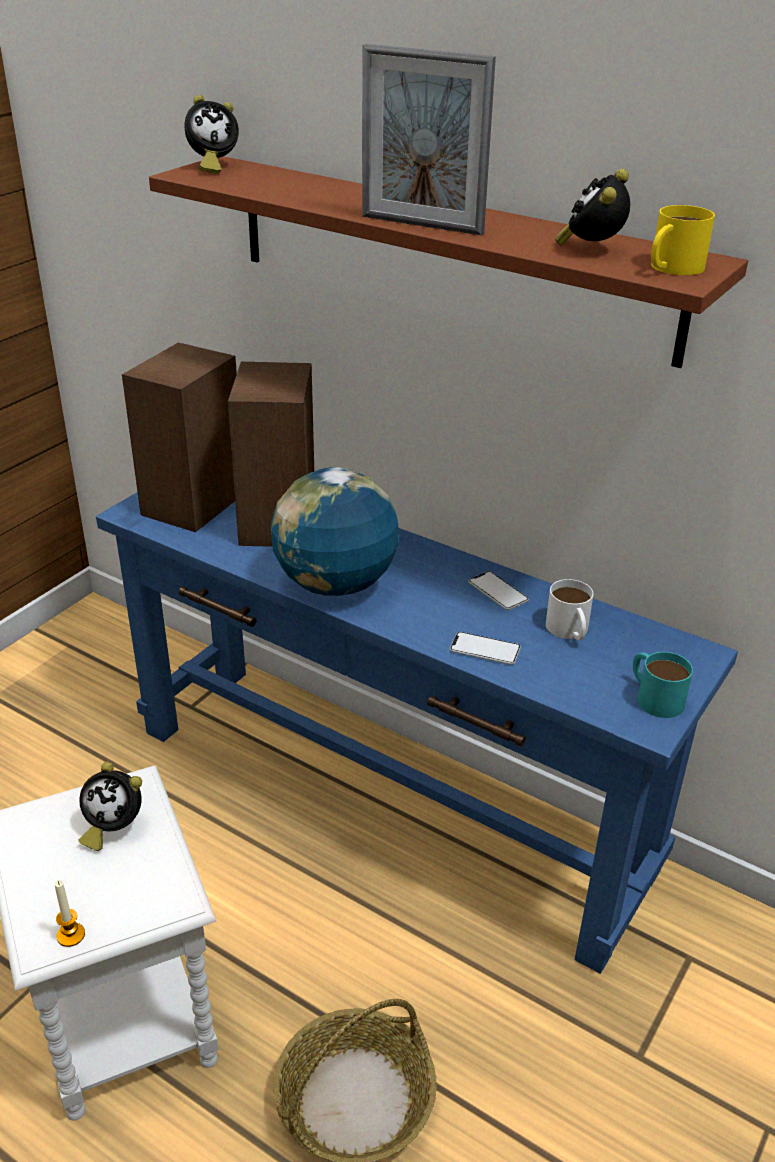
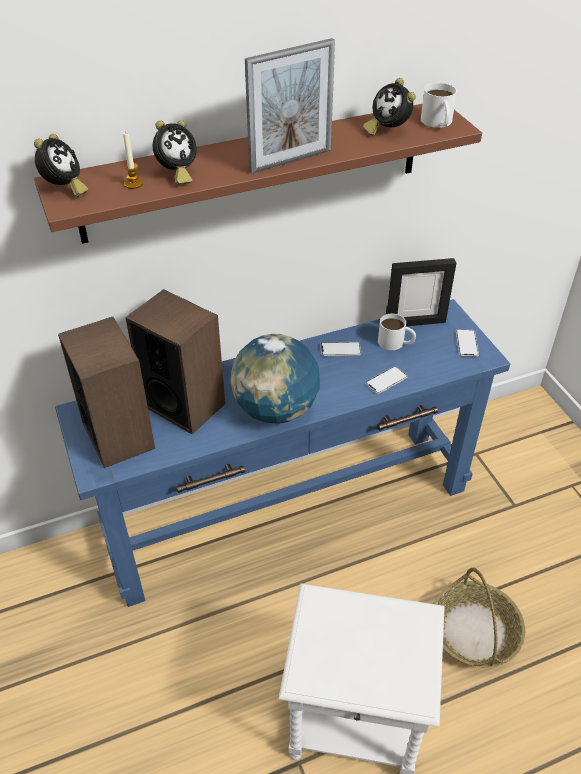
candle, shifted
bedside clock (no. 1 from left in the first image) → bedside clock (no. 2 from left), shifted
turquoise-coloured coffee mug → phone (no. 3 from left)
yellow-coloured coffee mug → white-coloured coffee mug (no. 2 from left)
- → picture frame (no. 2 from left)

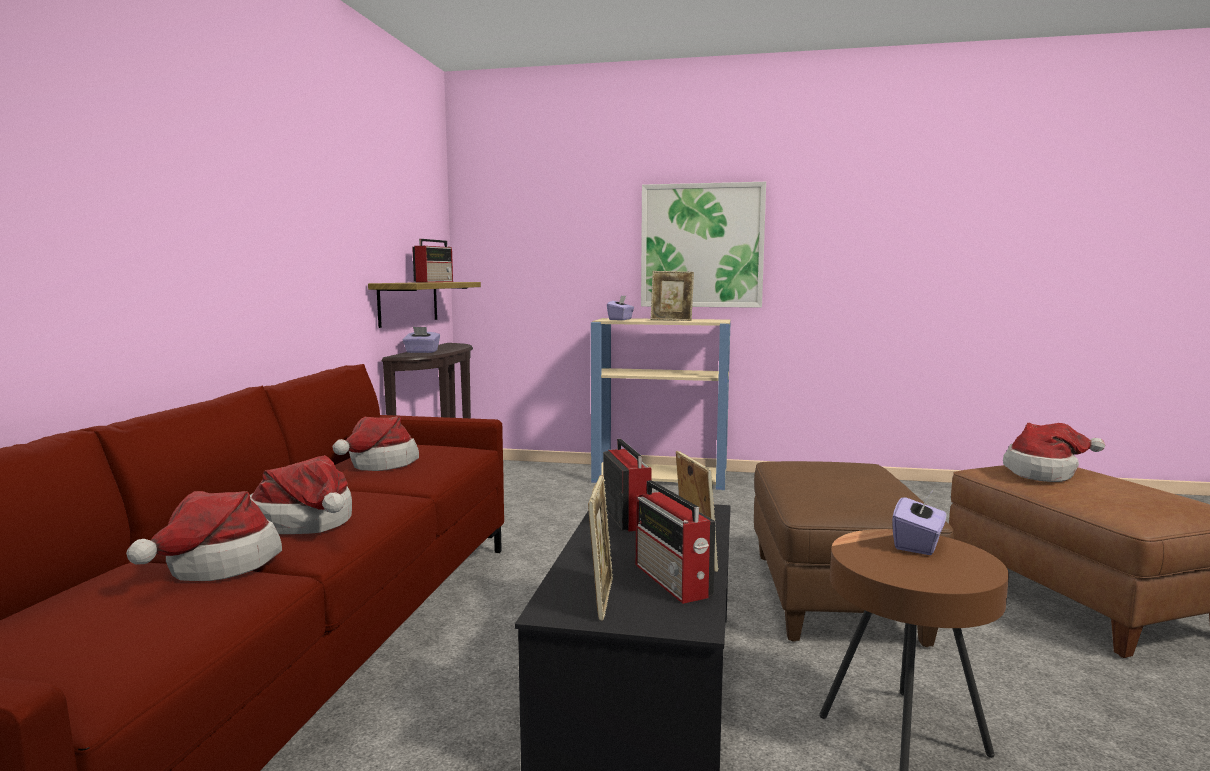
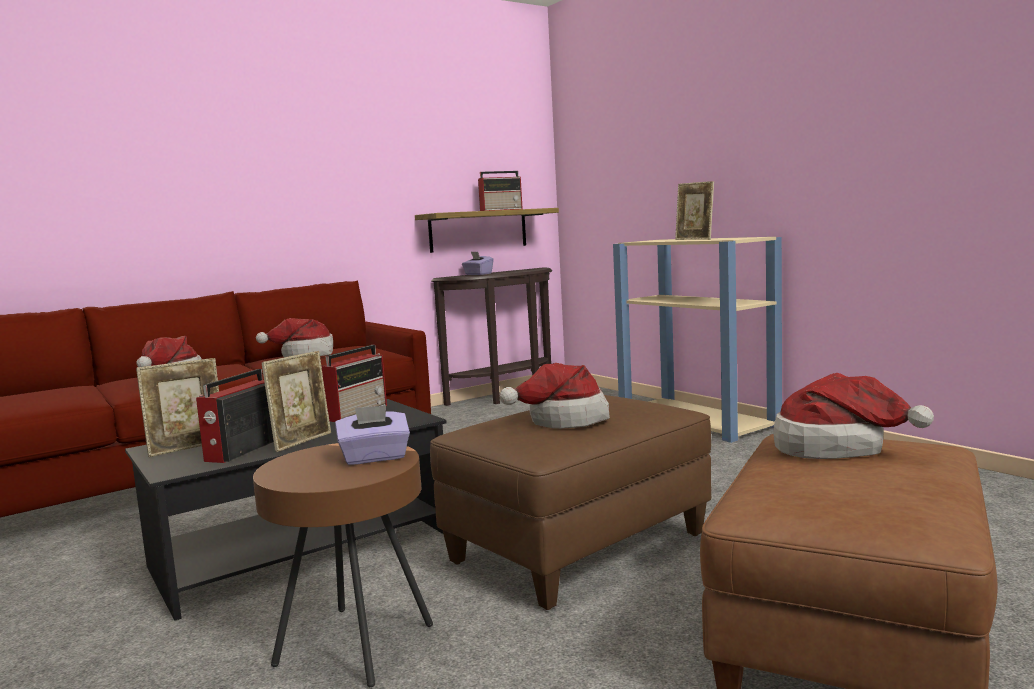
hat (no. 1 from left in the first image) → hat (no. 3 from left), shifted
purple-coloured box of tissues (no. 2 from left) → -
picture → -

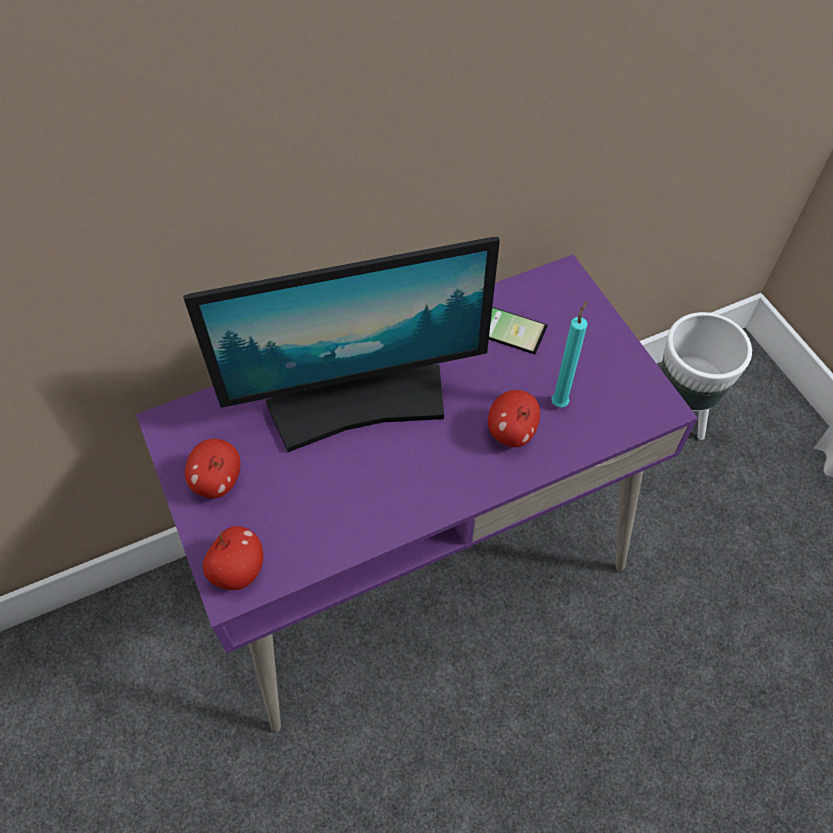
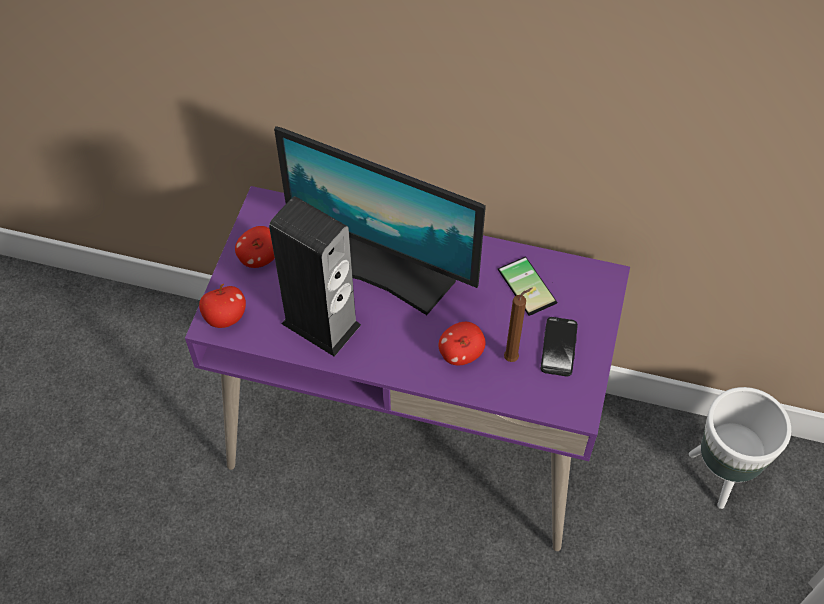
turquoise-coloured candle → brown candle
- → loudspeaker
- → phone (no. 2 from left)

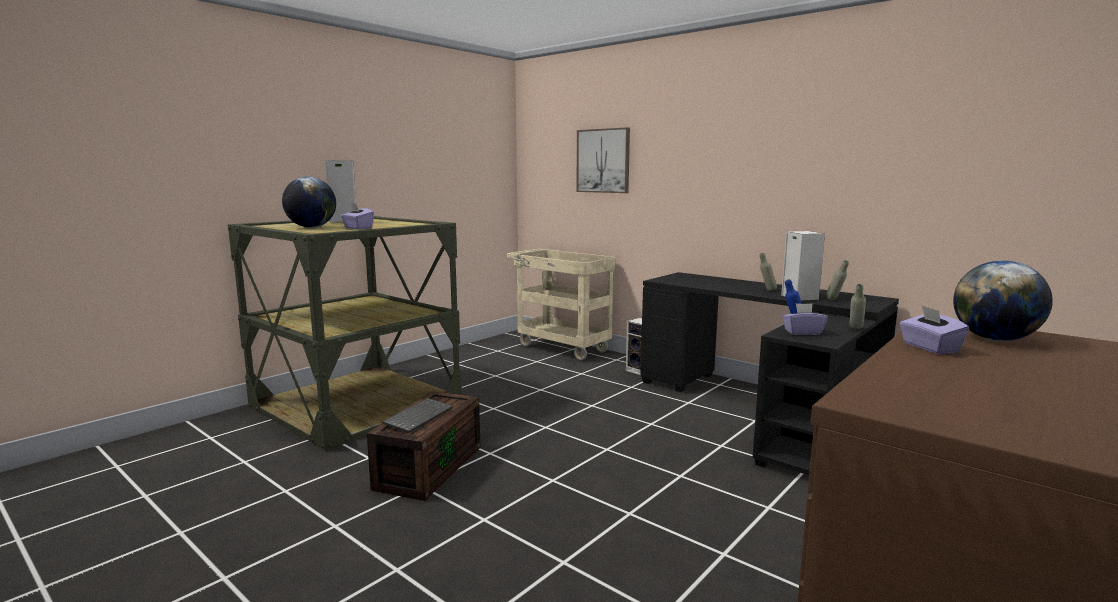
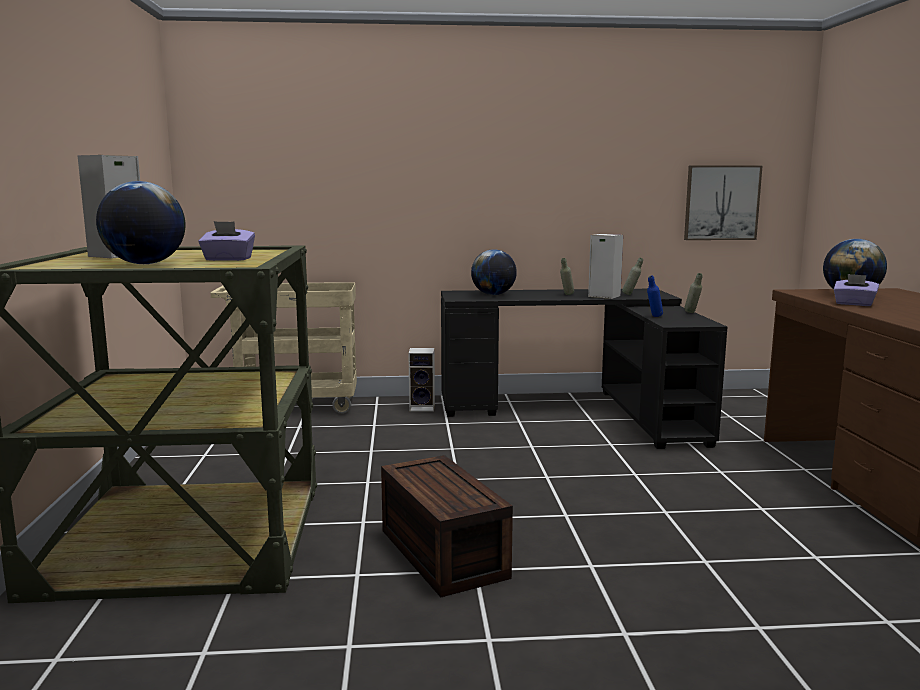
PC keyboard → -
picture, shifted
purple-coloured box of tissues (no. 2 from left) → -
- → desk globe (no. 2 from left)

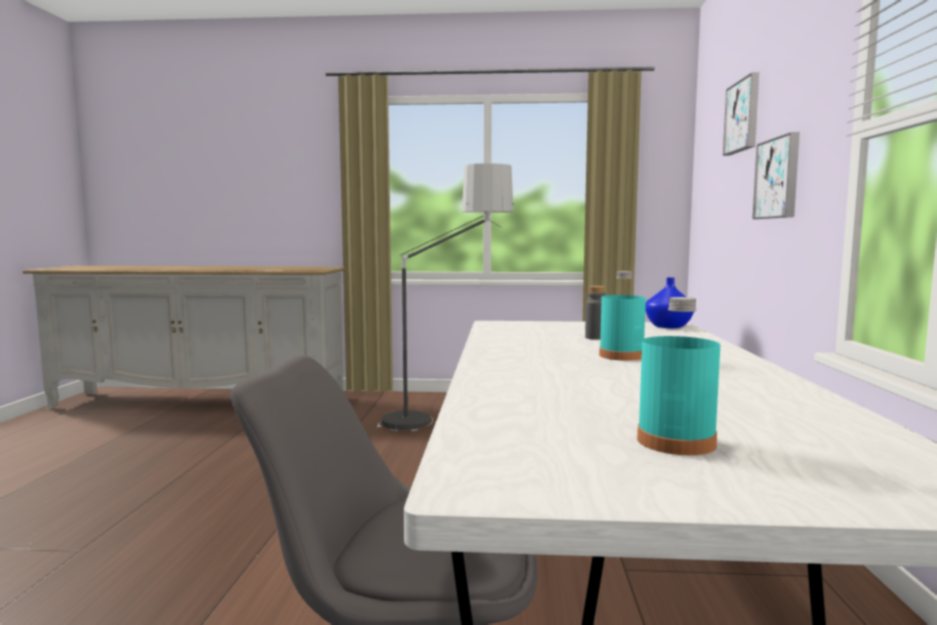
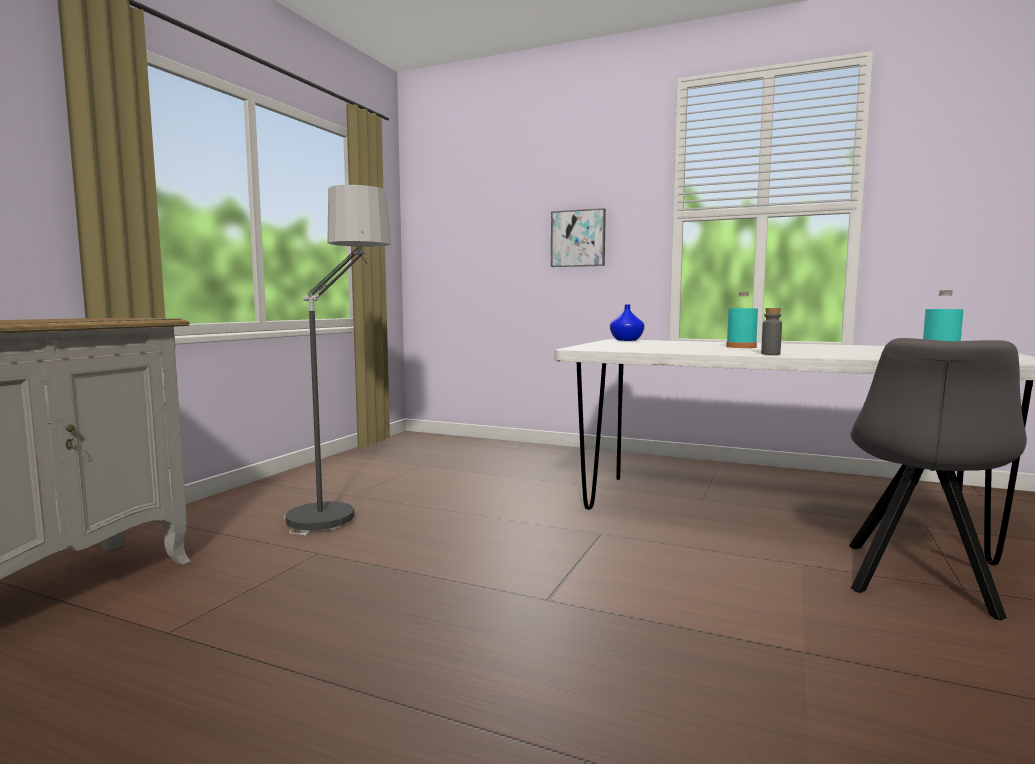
gray drink bottle, shifted
picture (no. 1 from left) → -

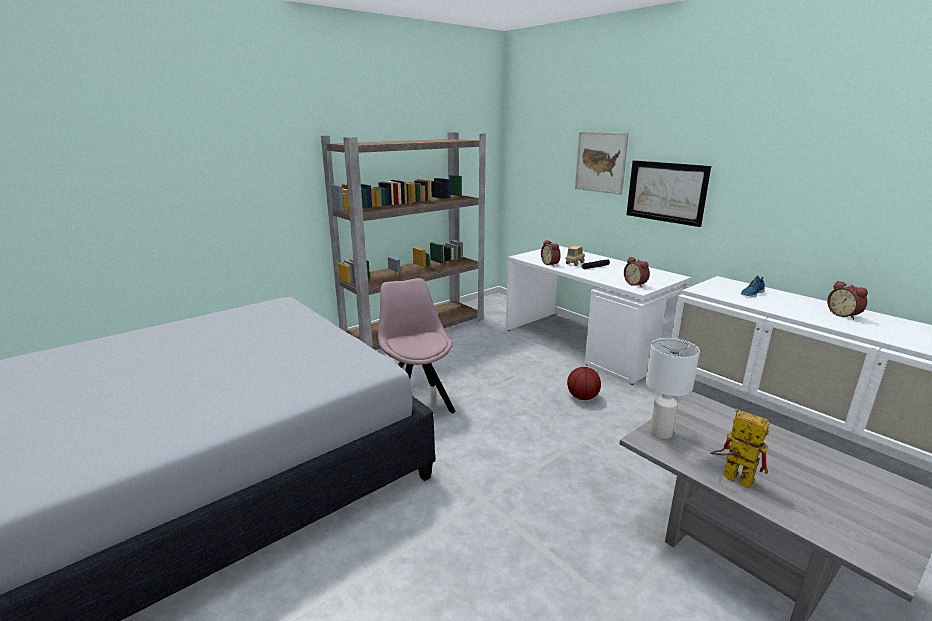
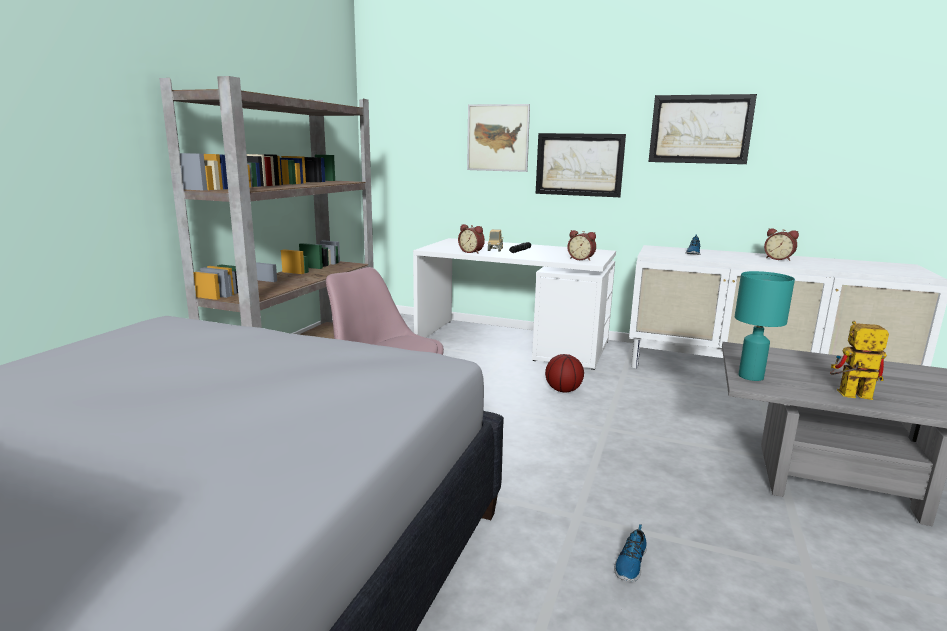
white-coloured lamp for a table → turquoise-coloured lamp for a table
- → item of footwear (no. 1 from left)
- → picture (no. 3 from left)

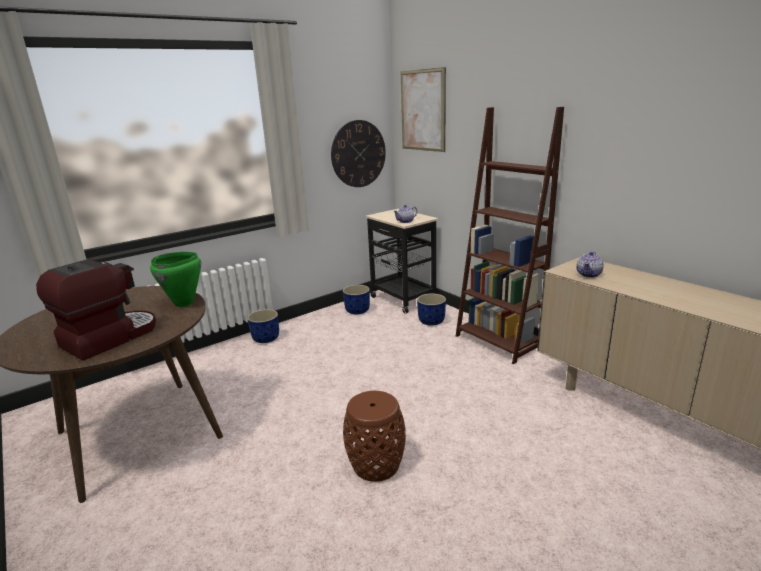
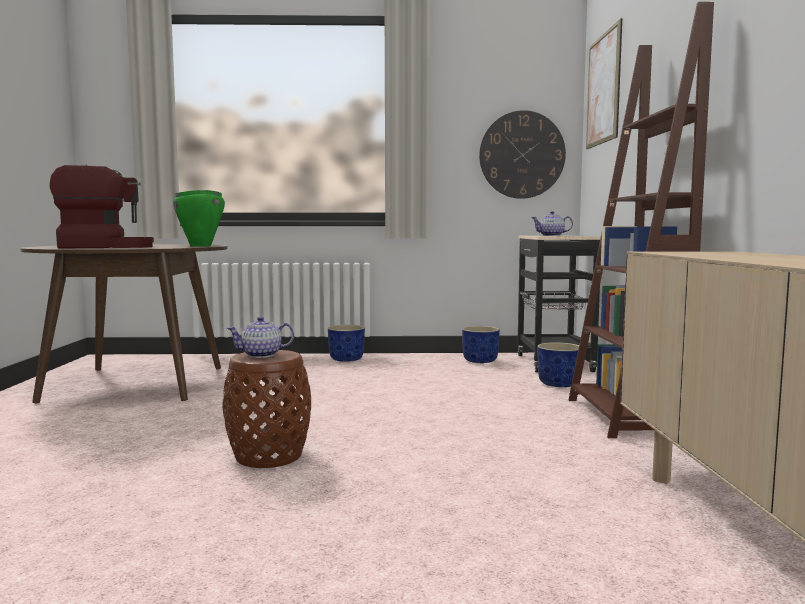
tea pot (no. 2 from left in the first image) → tea pot (no. 1 from left), shifted

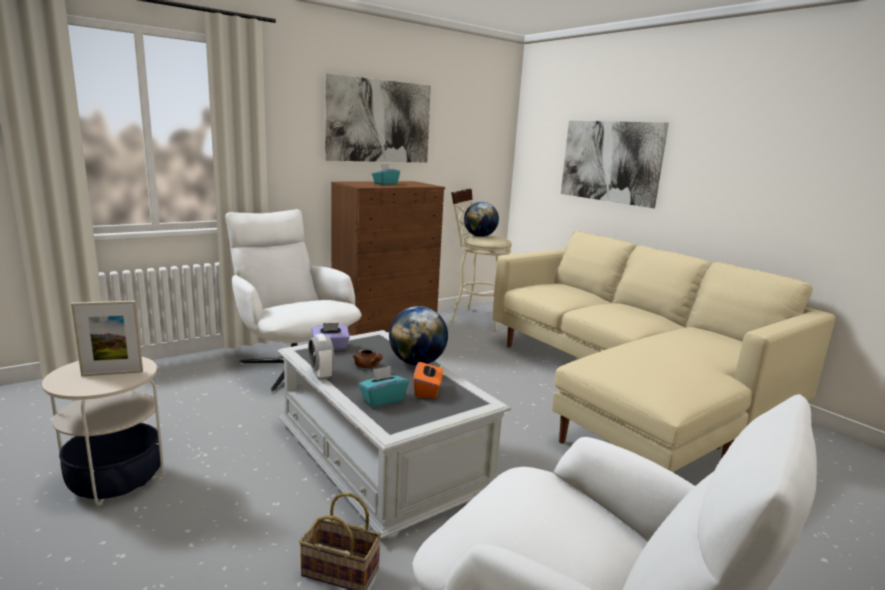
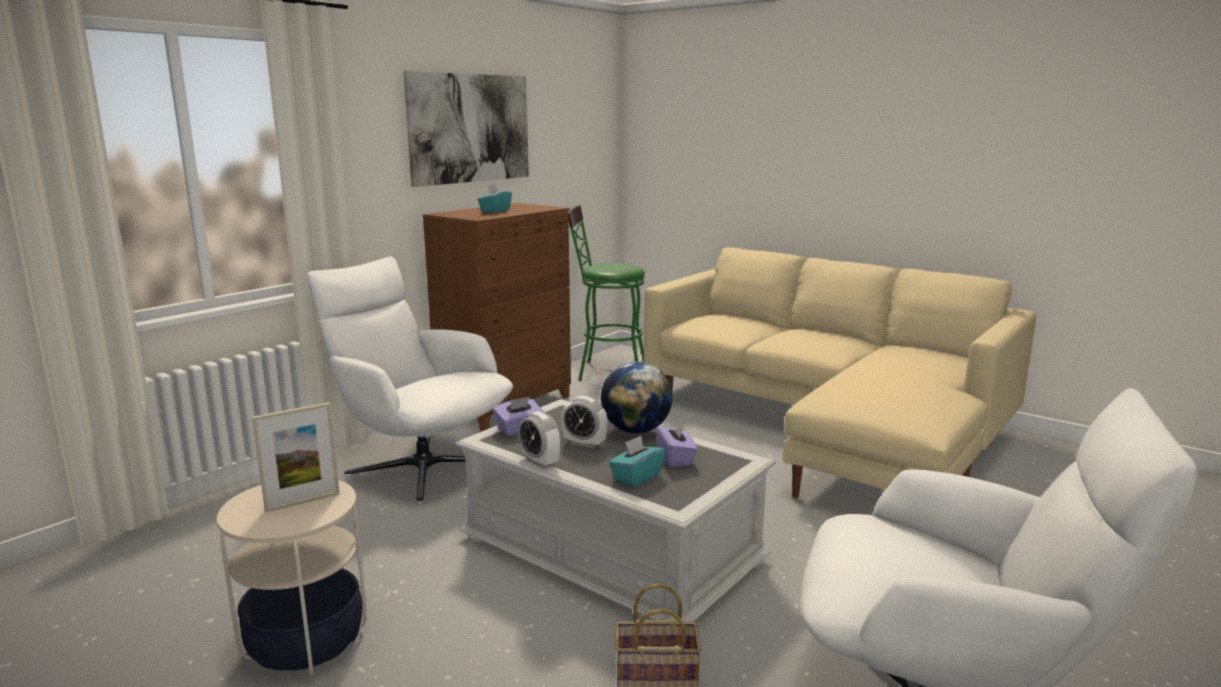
brown tea pot → bedside clock (no. 2 from left)
orangey box of tissues → purple-coloured box of tissues (no. 2 from left)
sand-coloured stool → green-coloured stool
desk globe (no. 2 from left) → -
picture (no. 2 from left) → -

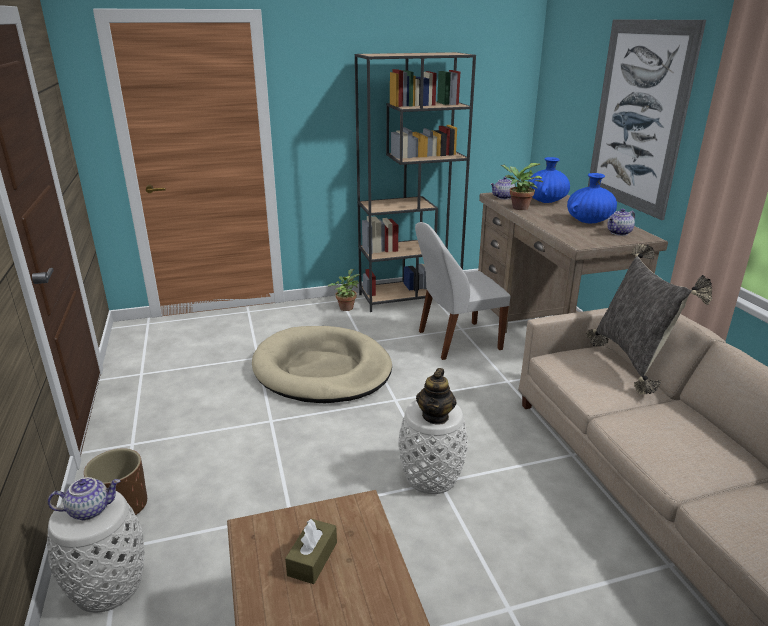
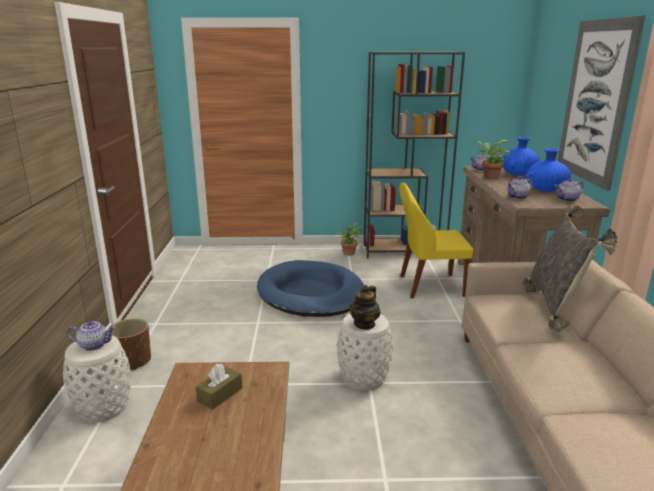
sand-coloured dog cushion → bluish dog cushion
white-coloured plain chair → yellow-coloured plain chair
- → tea pot (no. 4 from left)

